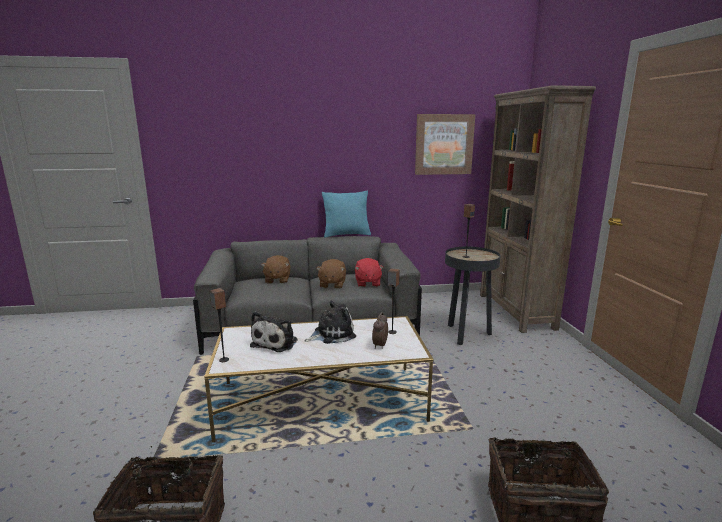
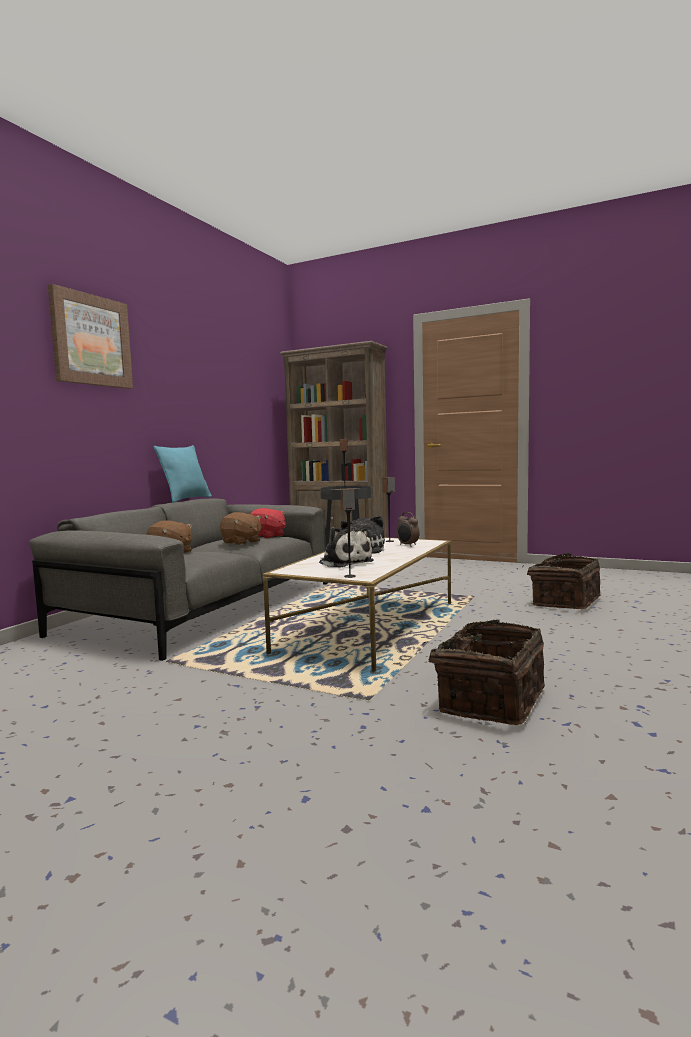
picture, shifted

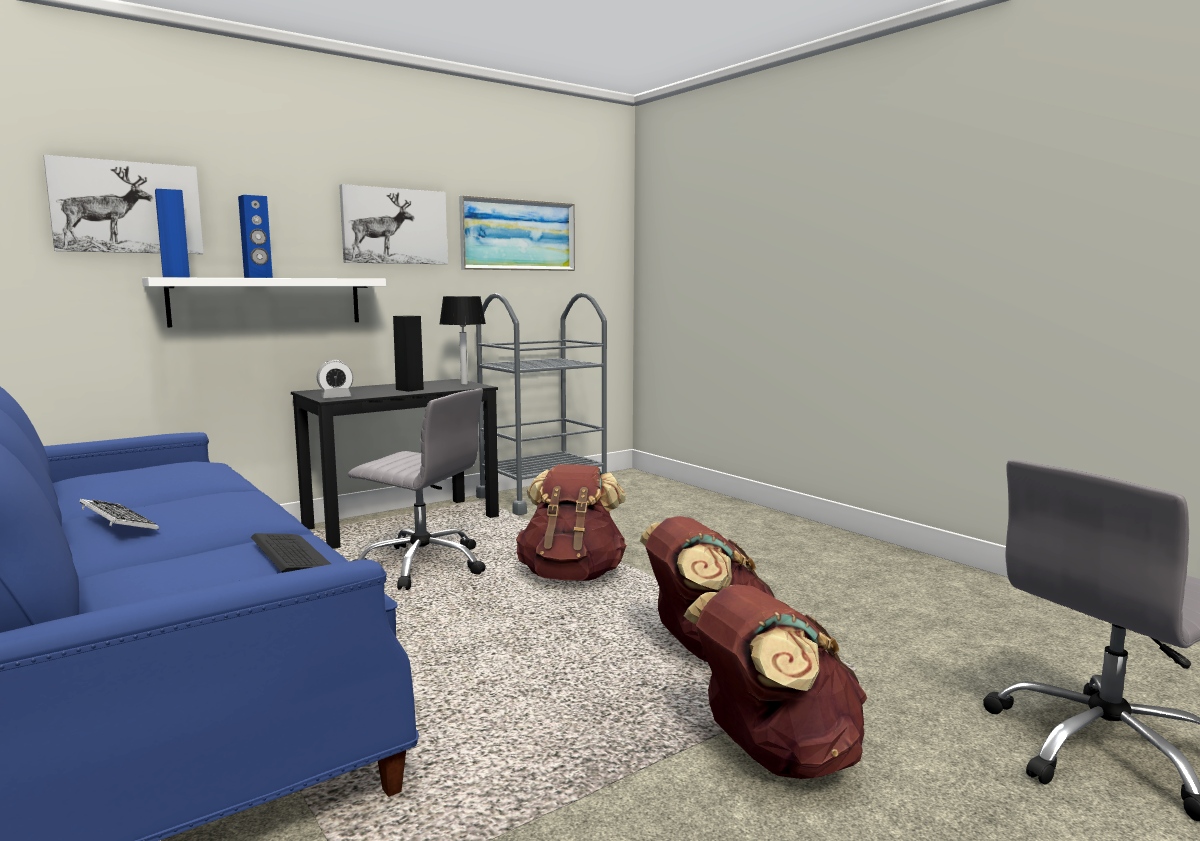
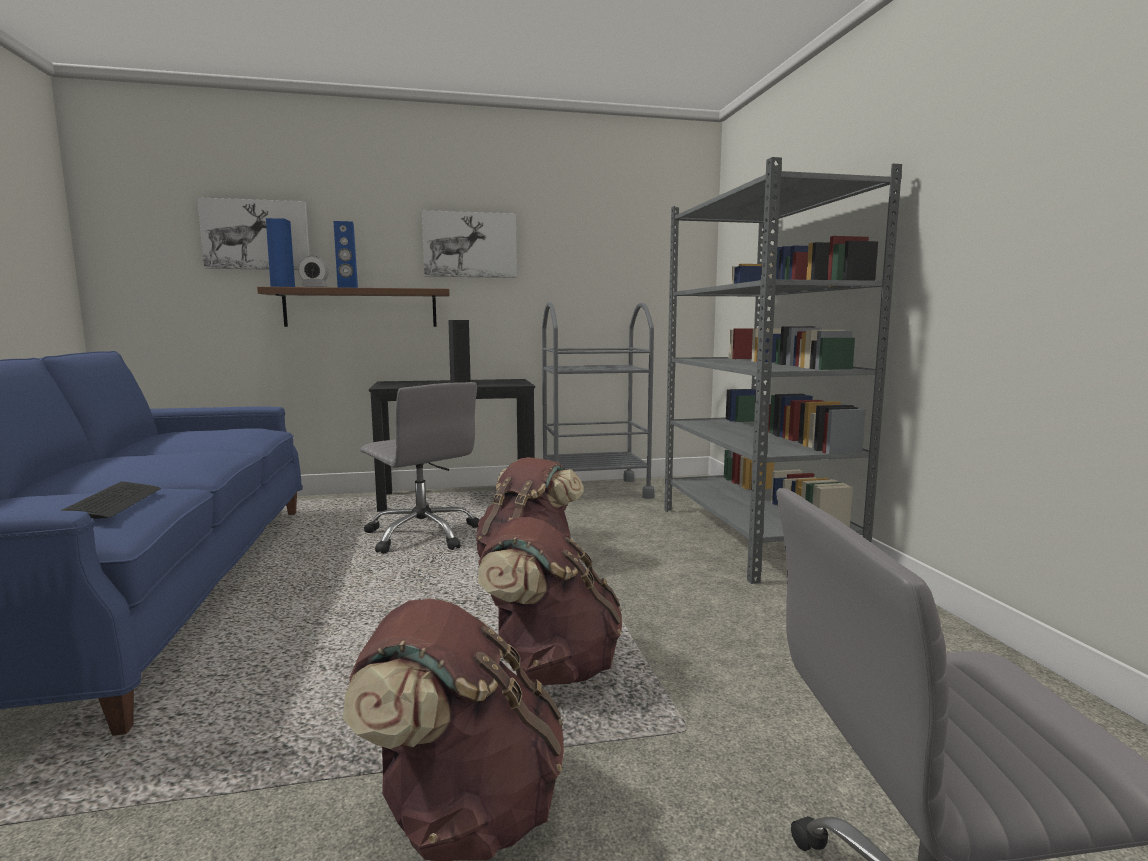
PC keyboard (no. 1 from left) → -
white-coloured shelf → brown shelf
bedside clock, shifted
lamp for a table → -
picture (no. 3 from left) → -
- → gray shelving unit

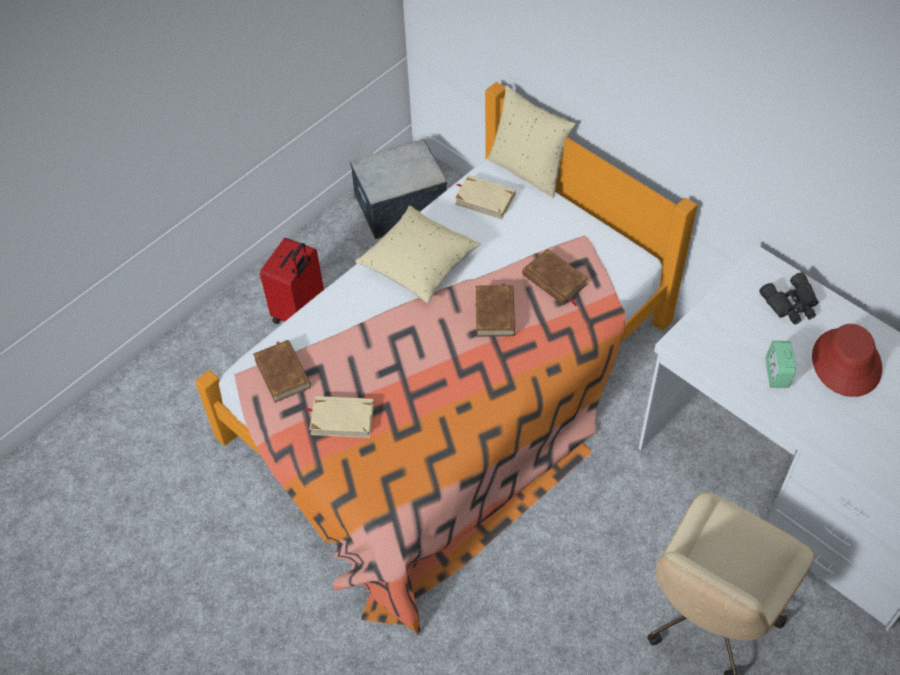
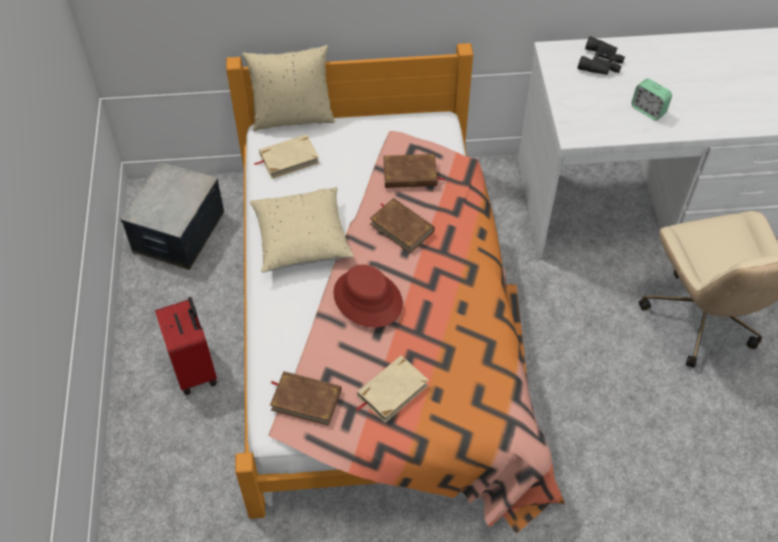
reddish hat, shifted

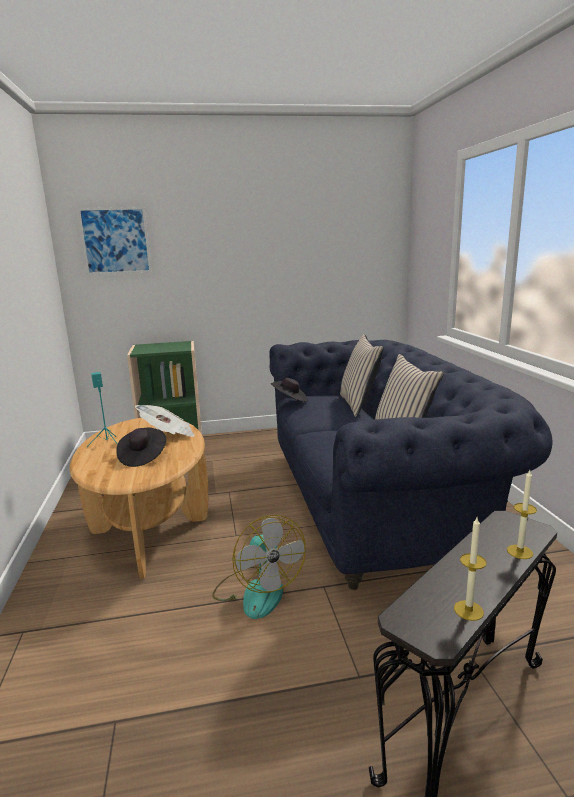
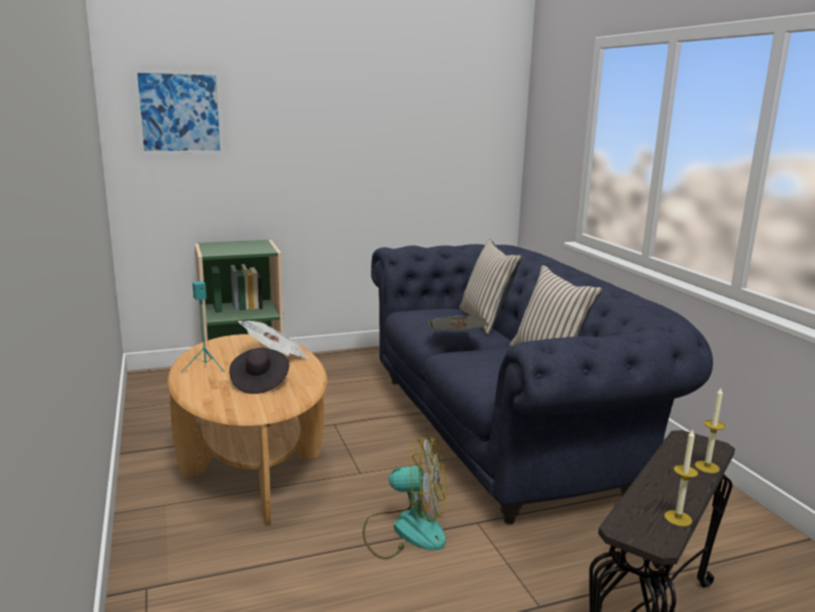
cooling fan, 45 degrees counterclockwise
black hat (no. 2 from left) → -
- → daily paper (no. 2 from left)

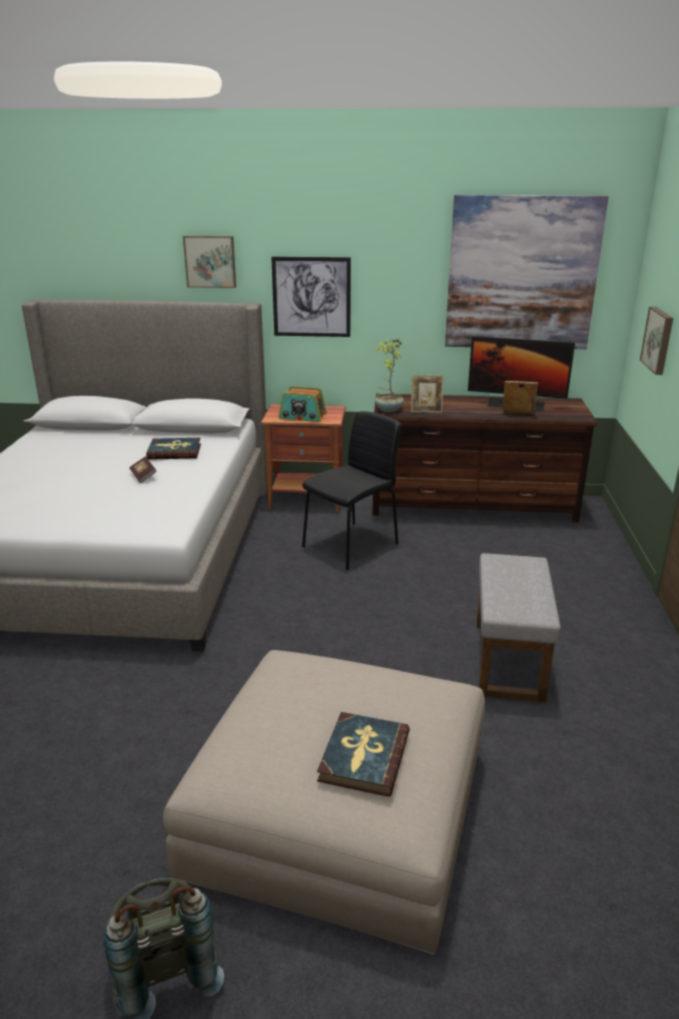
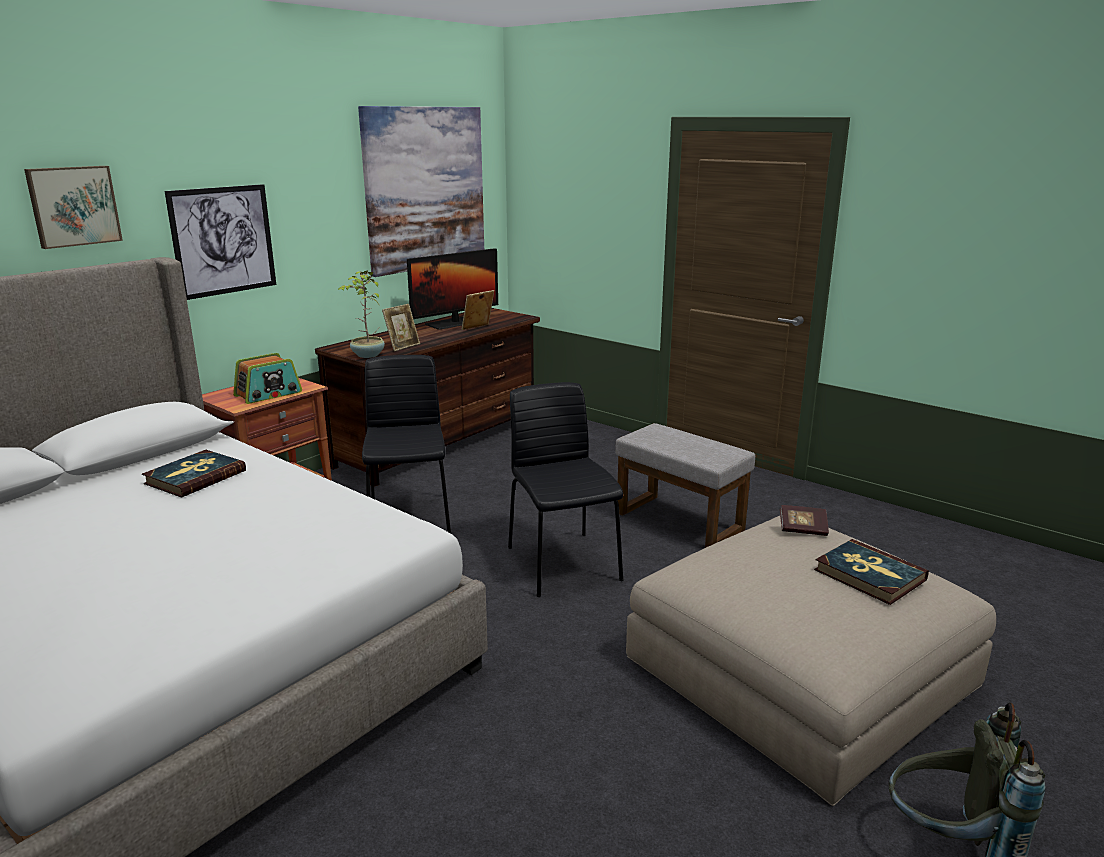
book (no. 1 from left in the first image) → book (no. 2 from left), shifted
picture (no. 4 from left) → -
- → black plain chair (no. 2 from left)

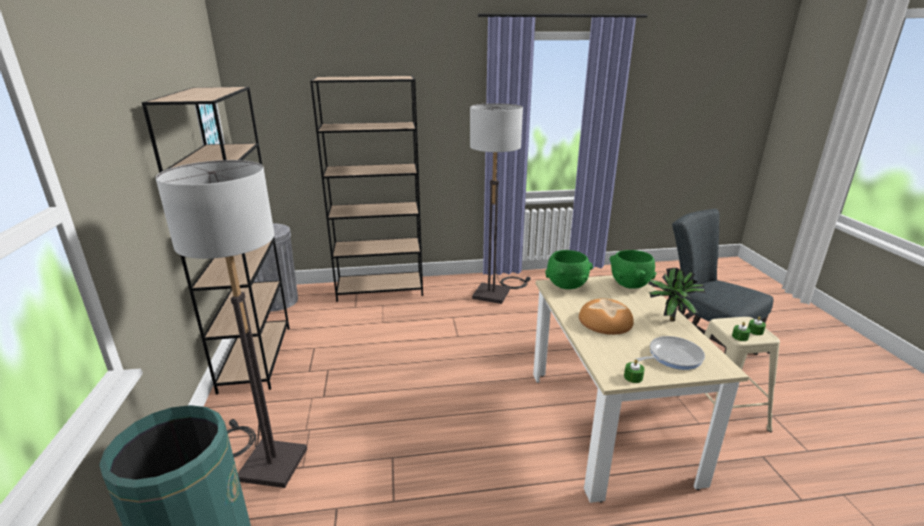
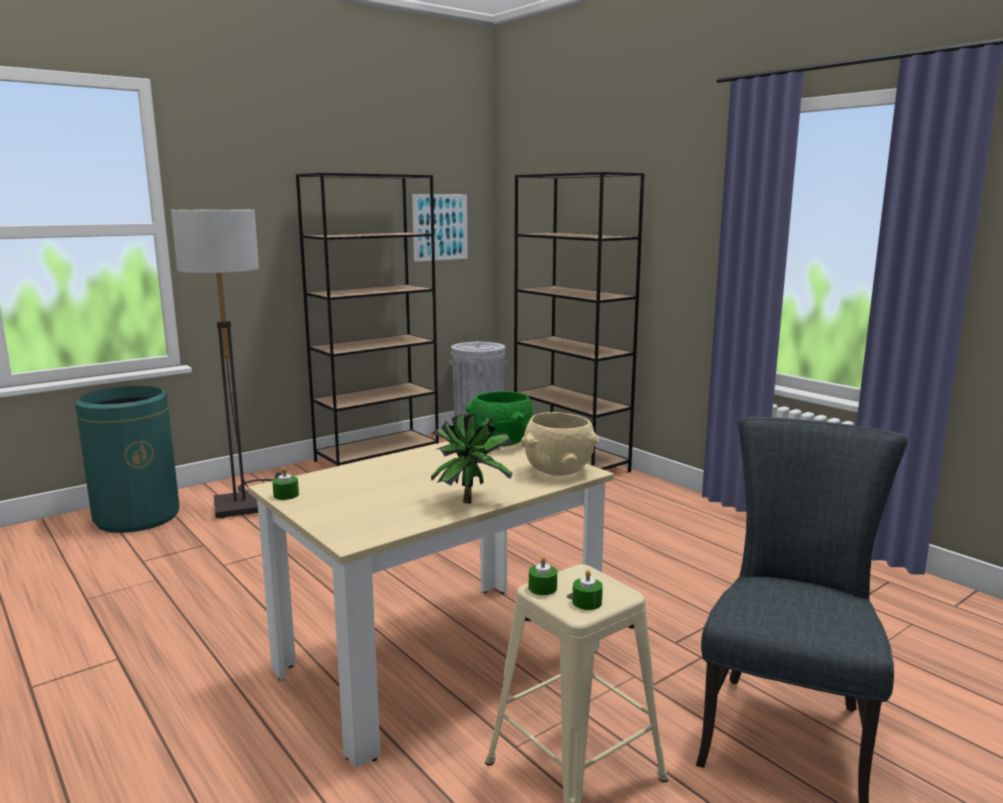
floor lamp (no. 2 from left) → -
bakery bread → -
green-coloured deep dish (no. 2 from left) → sand-coloured deep dish
frying pan → -

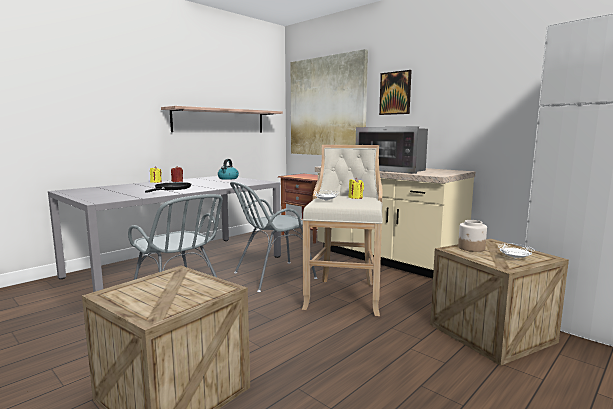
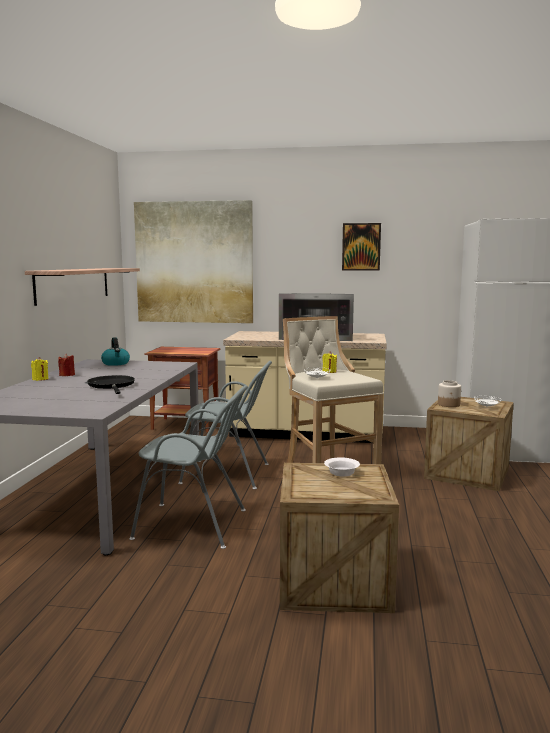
gray plain chair (no. 2 from left), 105 degrees counterclockwise
picture (no. 2 from left), shifted
- → white-coloured deep dish

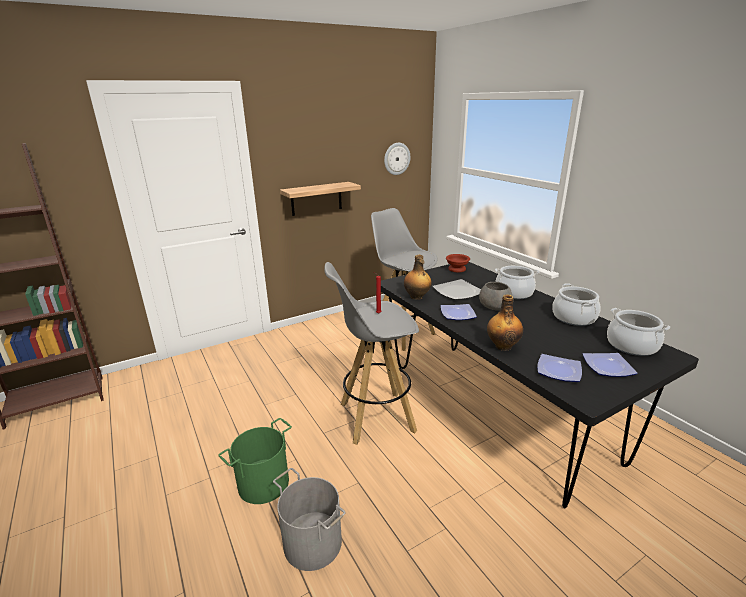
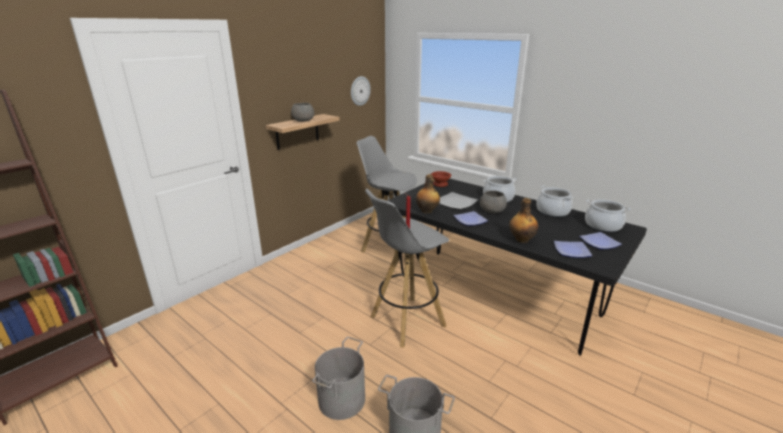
green-coloured pail → gray pail (no. 1 from left)
- → gray deep dish (no. 1 from left)

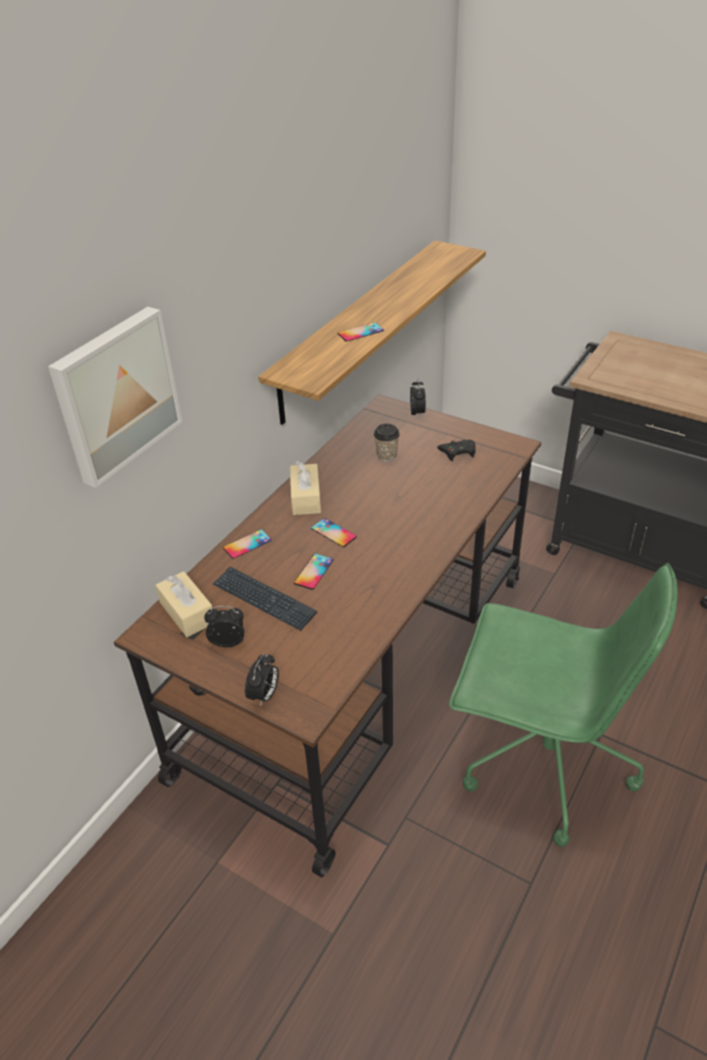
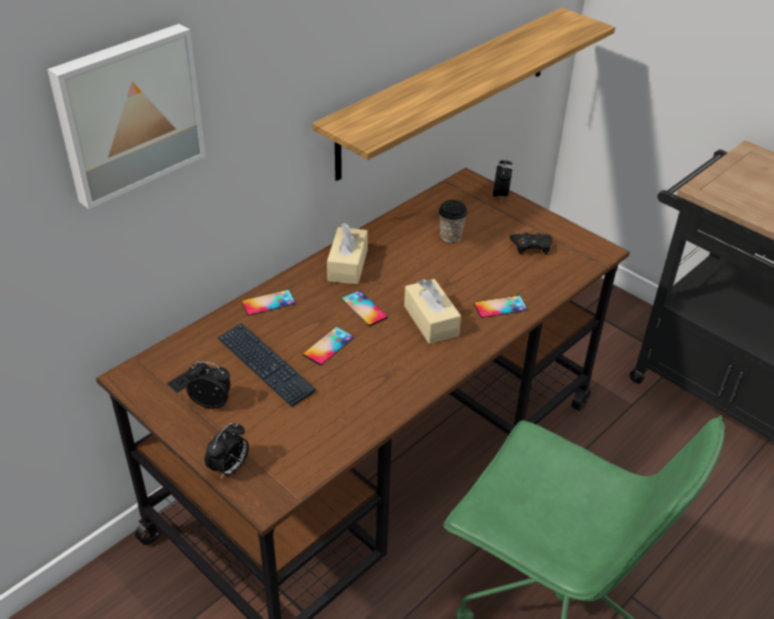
sand-coloured box of tissues (no. 1 from left in the first image) → sand-coloured box of tissues (no. 2 from left), shifted
phone (no. 4 from left), shifted

